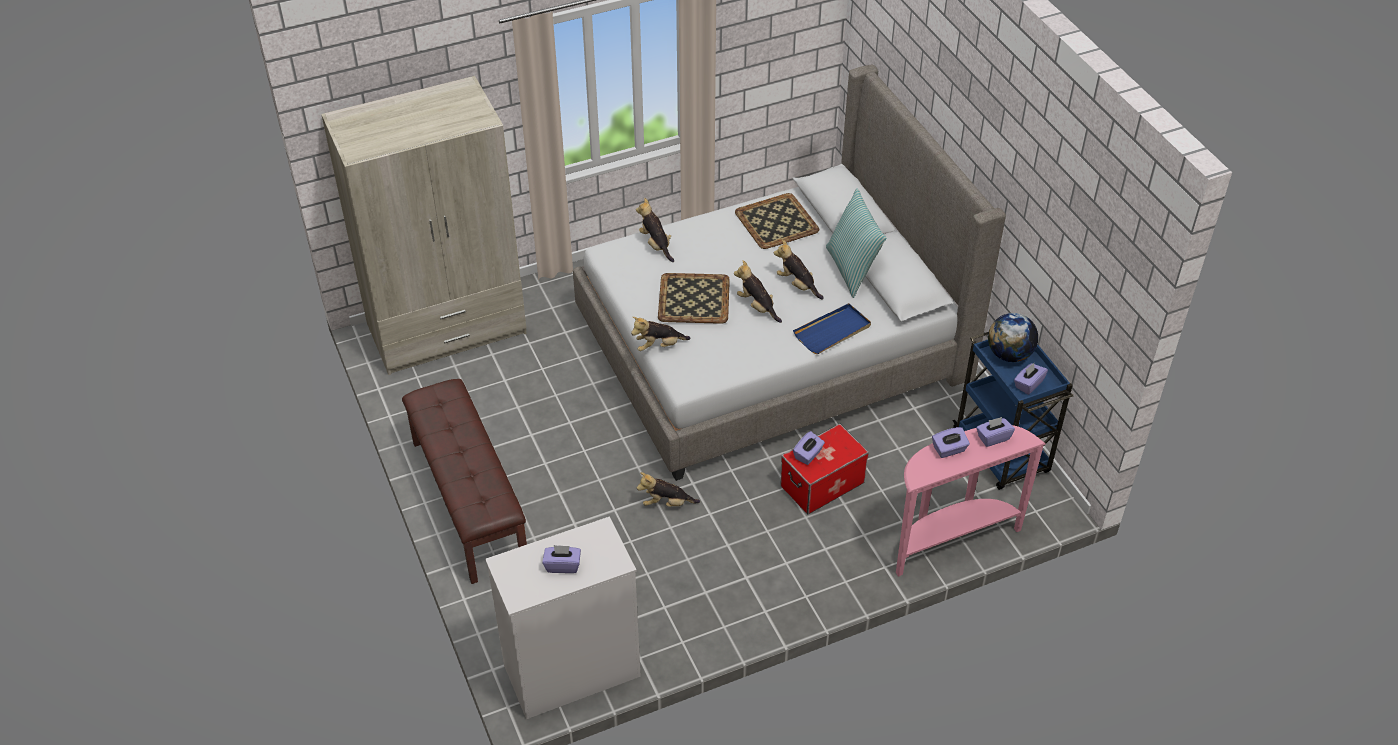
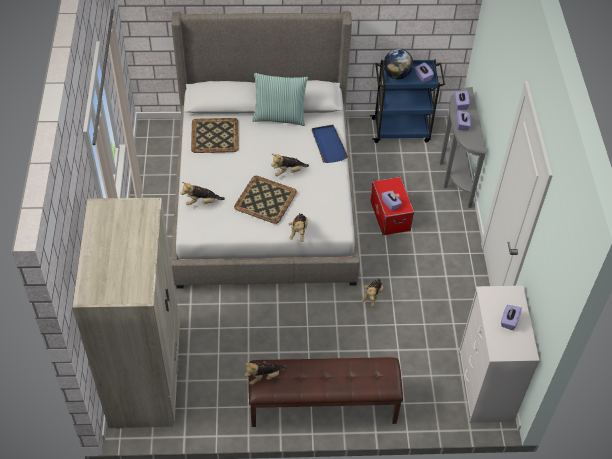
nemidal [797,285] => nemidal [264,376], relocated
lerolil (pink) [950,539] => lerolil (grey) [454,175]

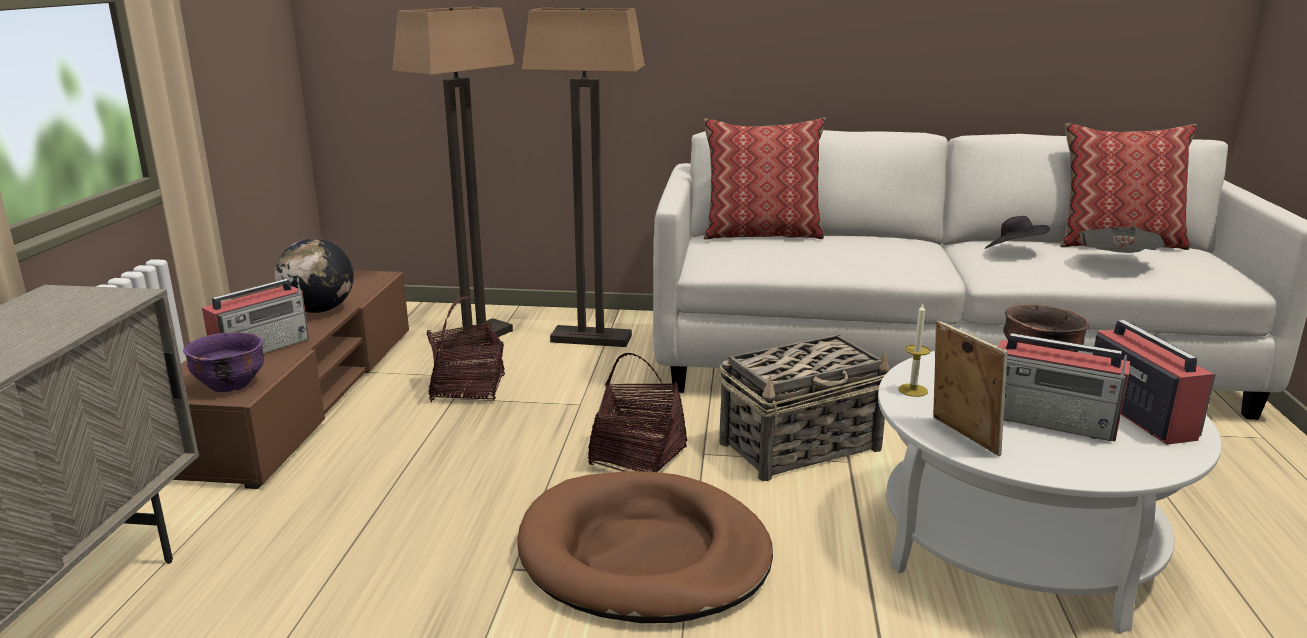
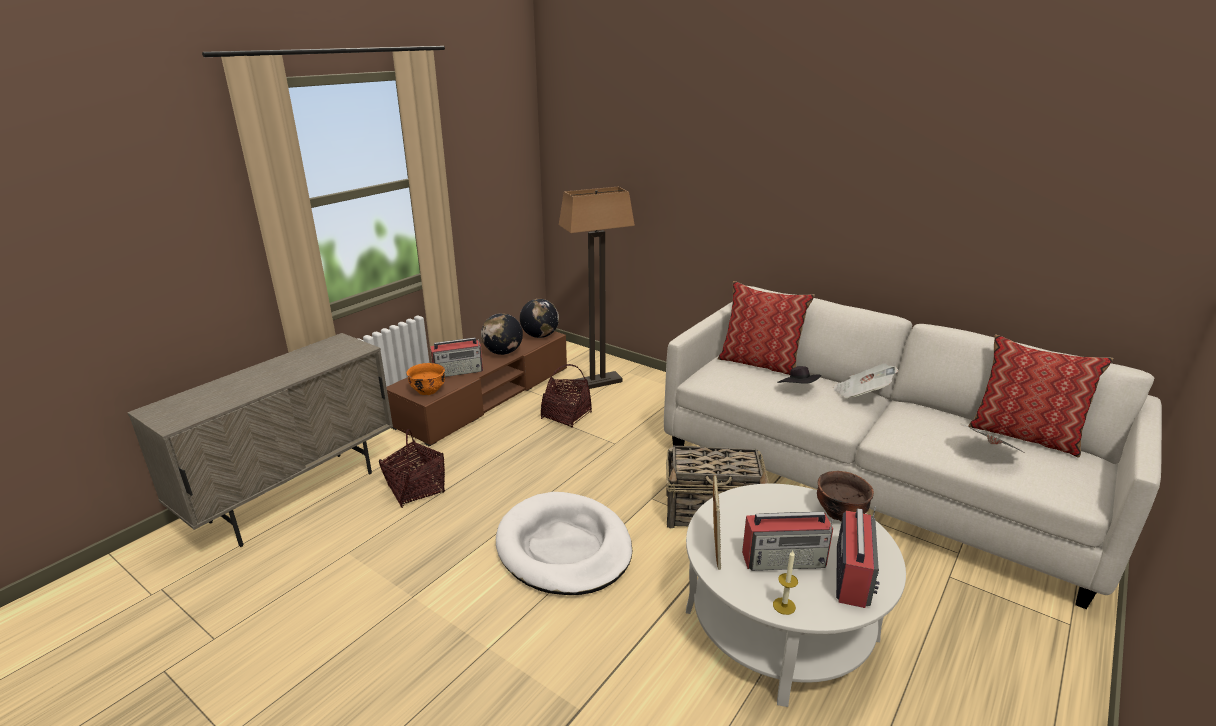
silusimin [638,456] => silusimin [416,489], relocated
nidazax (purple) [229,385] => nidazax (orange) [427,390]
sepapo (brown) [643,555] => sepapo (white) [564,548]
nothing => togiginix [540,336]
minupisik [1053,422] => minupisik [785,559], 60 degrees counterclockwise
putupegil [913,390] => putupegil [784,606], relocated
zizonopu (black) [1013,251] => zizonopu (black) [798,389], relocated
nothing => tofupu [861,394]
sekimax [592,339] => nothing

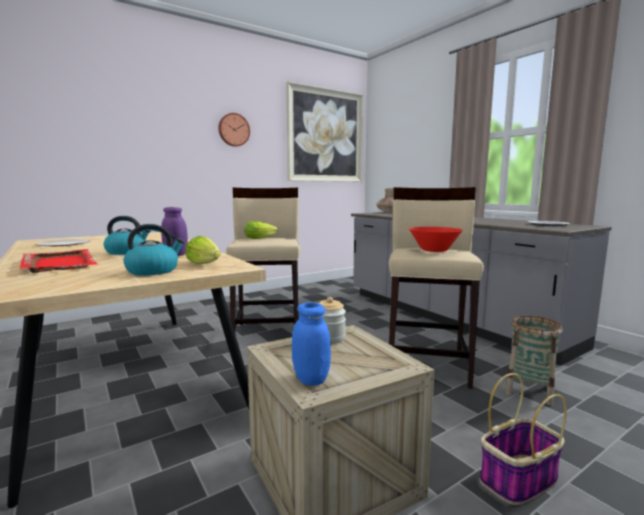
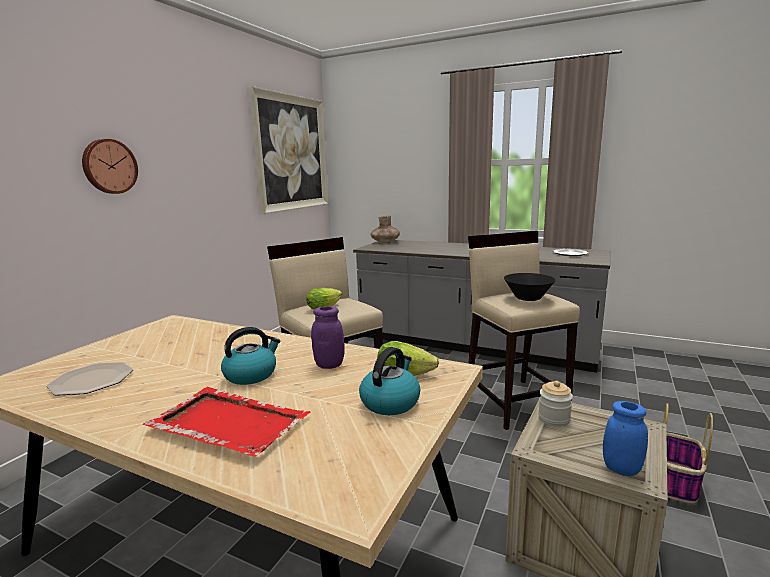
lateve [233,130] => lateve [109,166], relocated
nidazax (red) [434,250] => nidazax (black) [528,298]
silusimin [529,390] => nothing

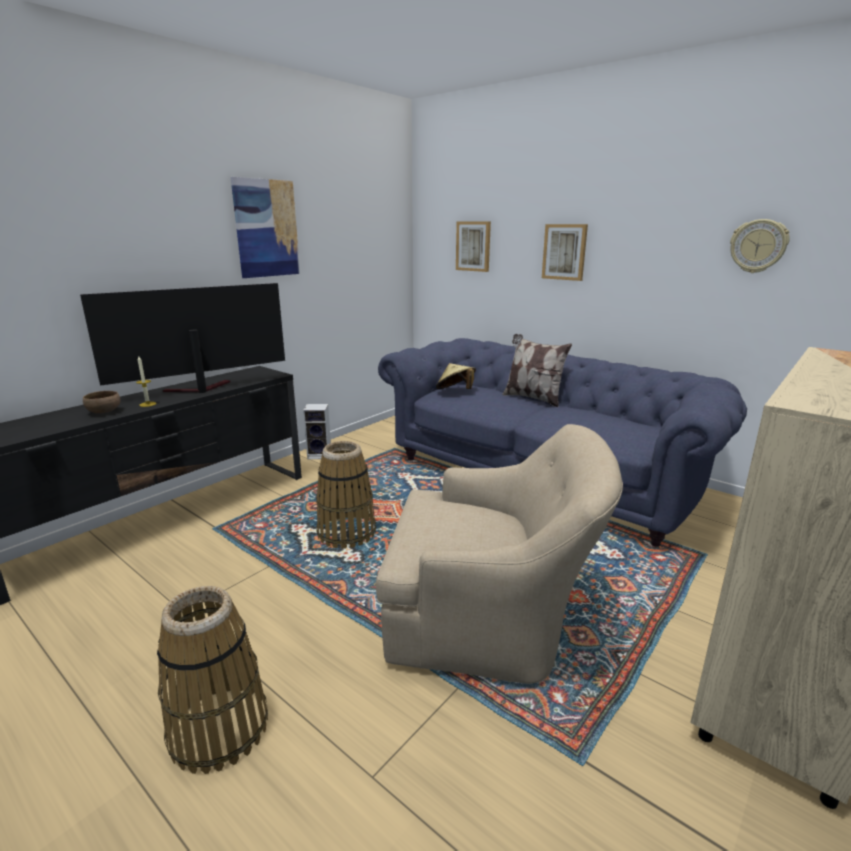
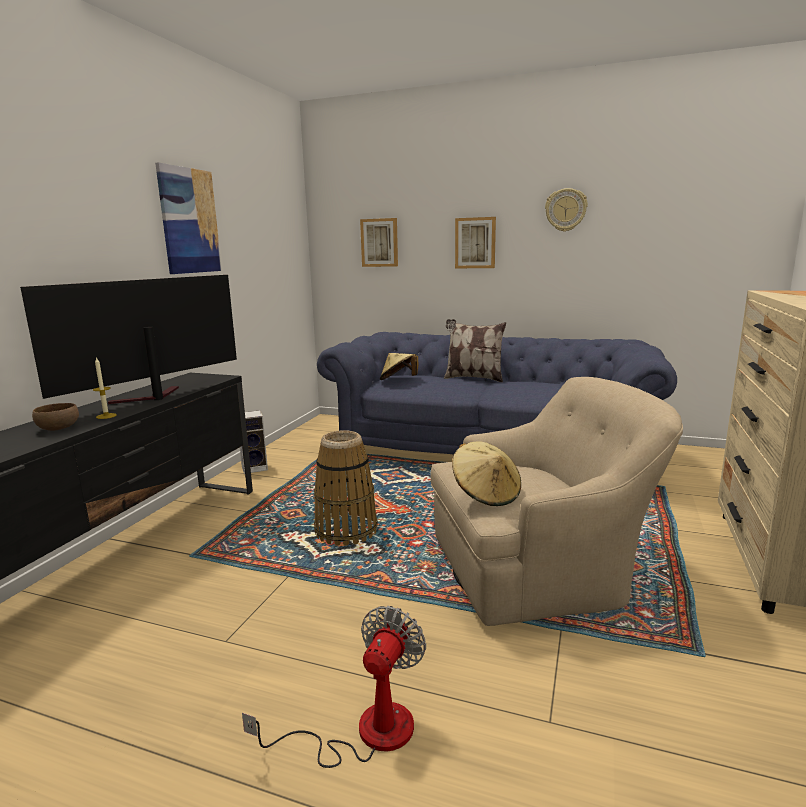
silusimin [218,728] => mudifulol [364,732]
nothing => zizonopu (beige) [486,494]
lateve [758,246] => lateve [565,210], relocated

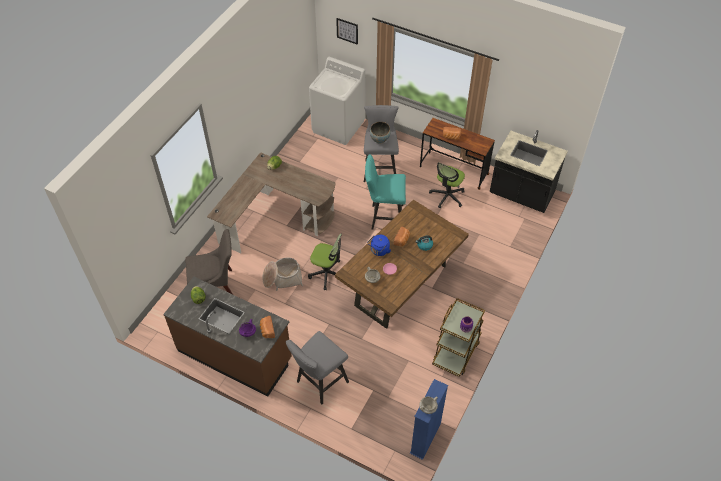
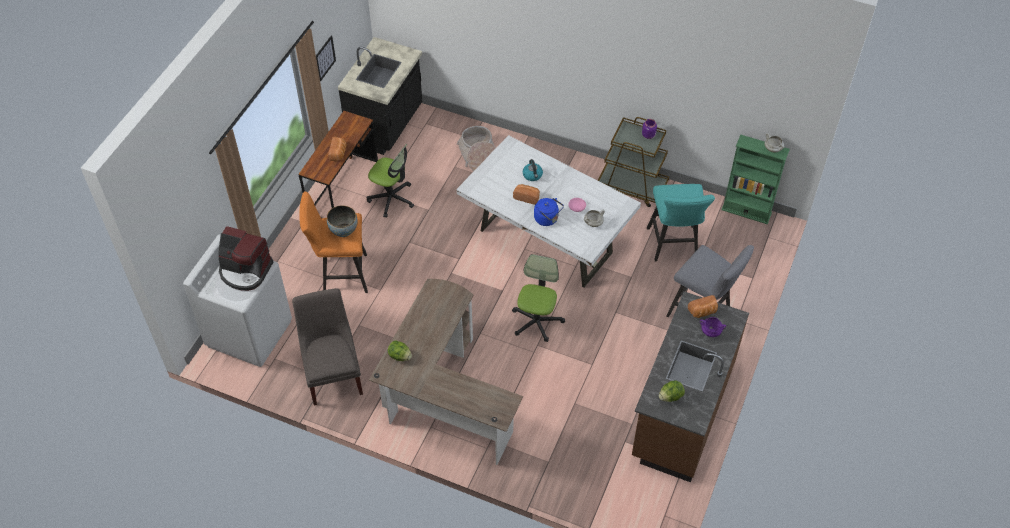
nothing => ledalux [245,271]
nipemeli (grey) [215,286] => nipemeli (grey) [333,373], relocated
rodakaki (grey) [380,168] => rodakaki (orange) [341,275]
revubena [347,31] => revubena [325,58], relocated
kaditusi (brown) [400,286] => kaditusi (white) [547,242]
silusimin [282,278] => silusimin [478,156], relocated
rodakaki (turquoise) [384,217] => rodakaki (turquoise) [673,247], relocated
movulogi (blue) [425,438] => movulogi (green) [746,211]

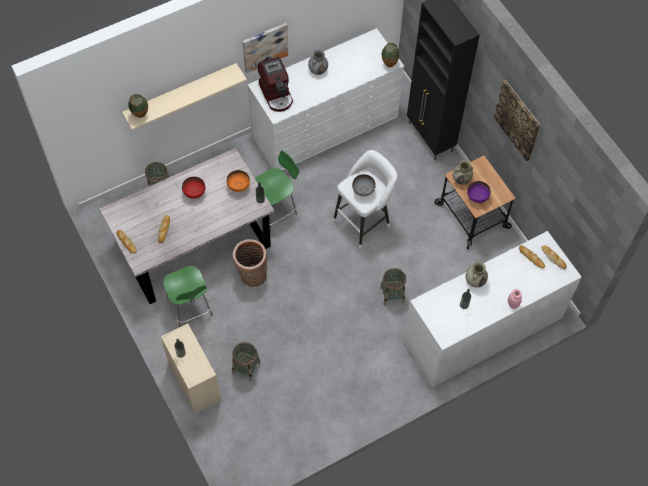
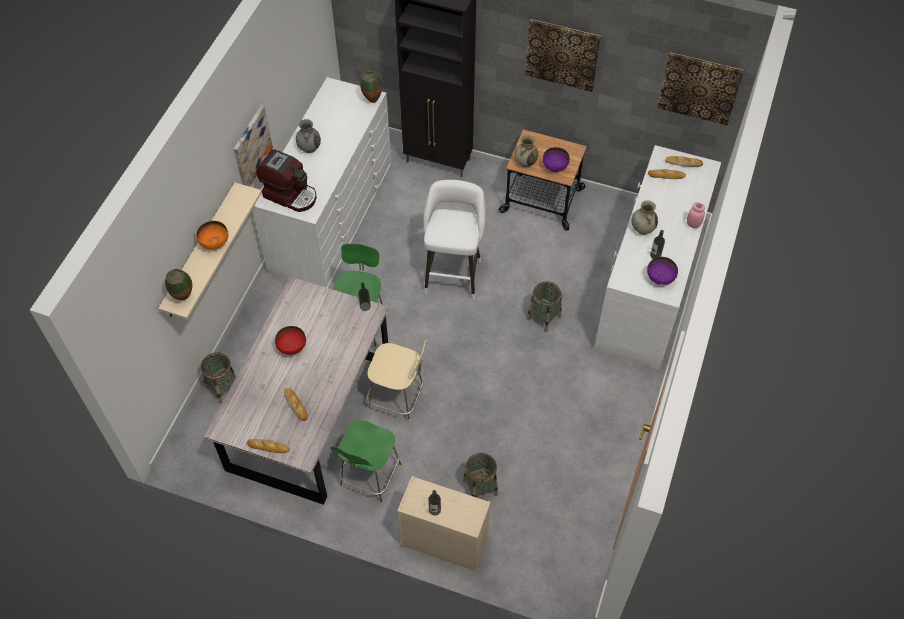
nidazax (orange) [238,187] => nidazax (orange) [215,244], relocated
nipemeli (green) [190,309] => nipemeli (green) [369,476], 90 degrees clockwise
silusimin [251,275] => nipemeli (beige) [398,399]
nothing => nidazax (purple) [659,279]
nothing => revubena [699,88]
nidazax (grey) [363,191] => nothing

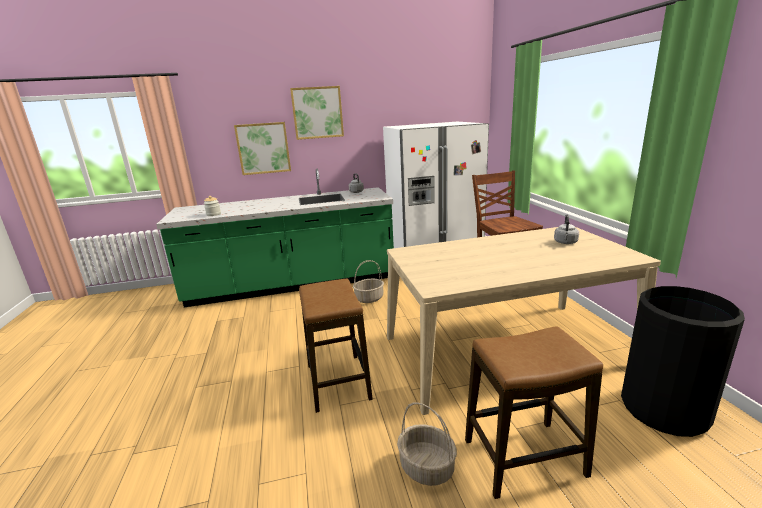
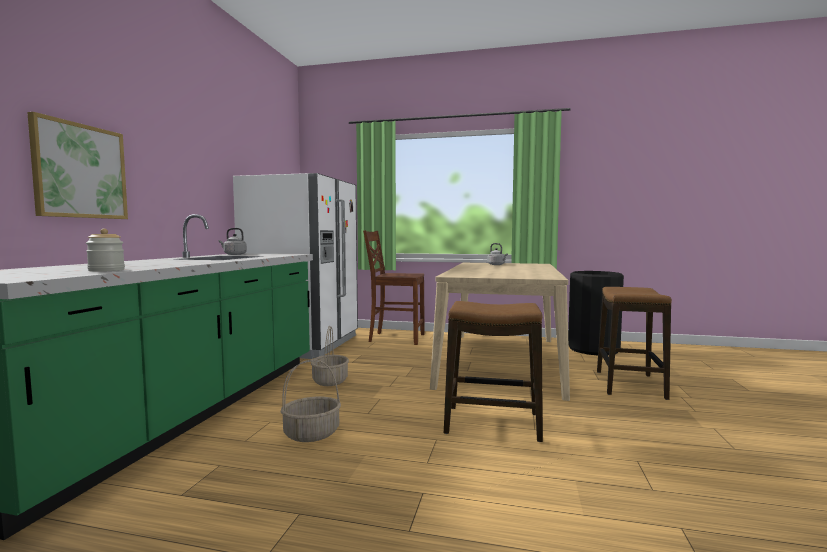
silusimin [426,467] => silusimin [311,434], relocated
revubena [317,113] => nothing

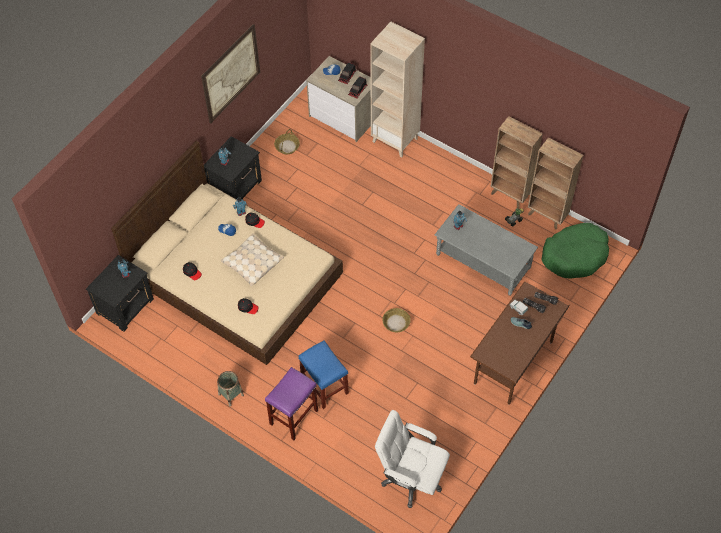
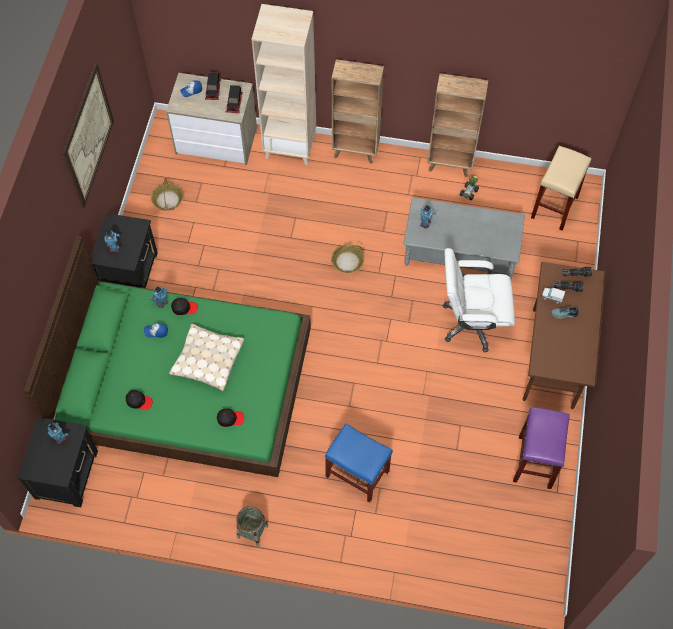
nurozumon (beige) [235,276] => nurozumon (green) [184,383]
silusimin [396,323] => silusimin [347,262], relocated
movulogi (brown) [547,216] => movulogi (brown) [356,151], relocated
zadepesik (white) [411,478] => zadepesik (white) [472,323], relocated
rodakaki (purple) [294,416] => rodakaki (purple) [534,461], relocated
sepapo (green) [575,255] => rodakaki (beige) [554,208]

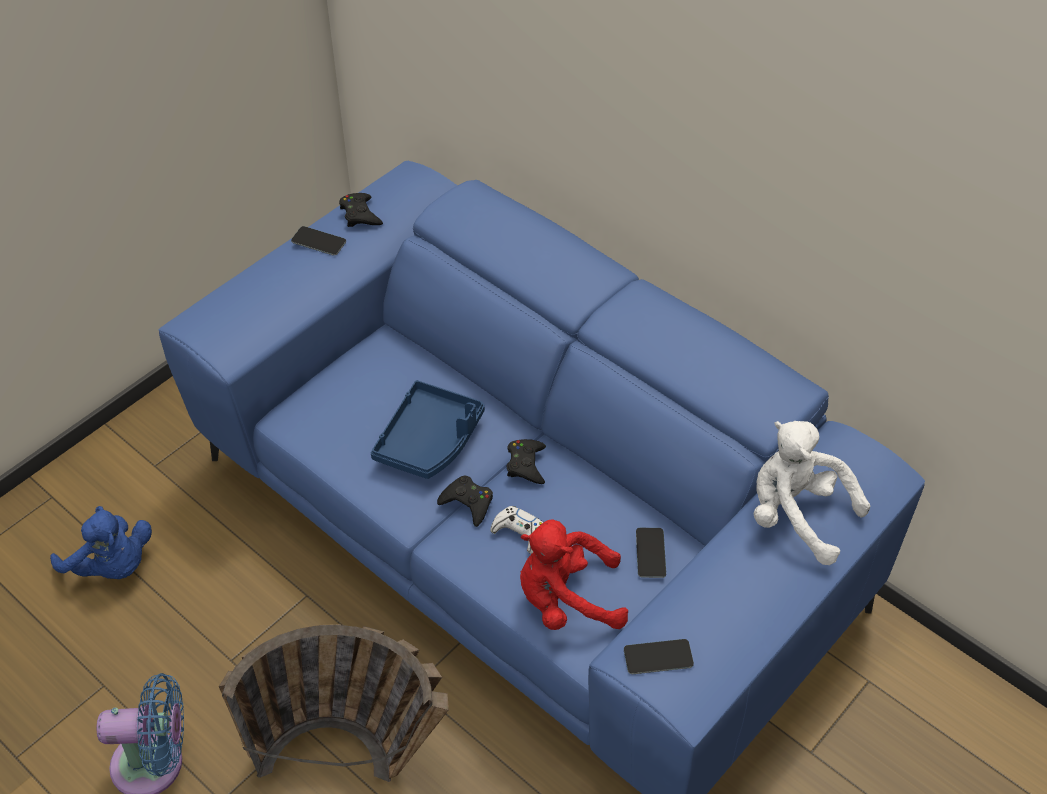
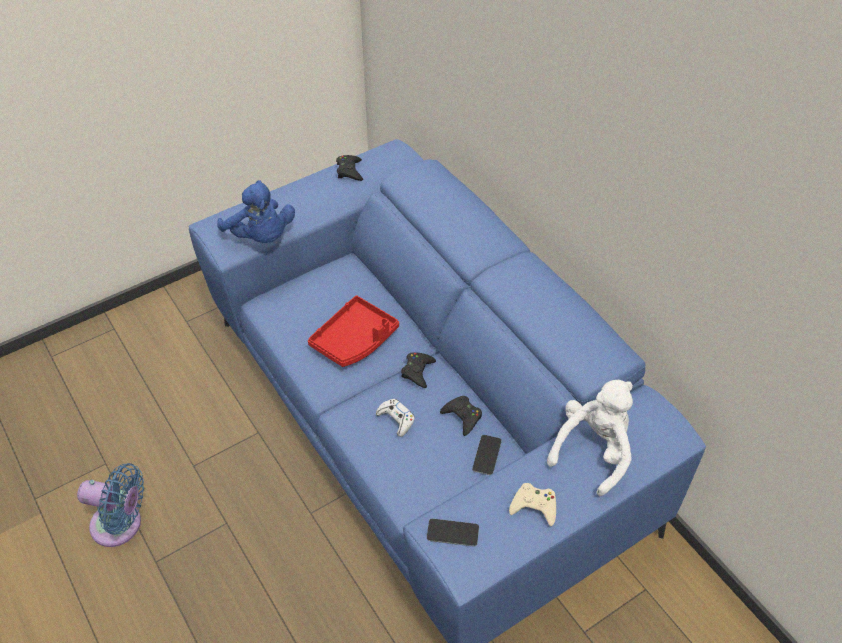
nemidal (blue) [112,565] => nemidal (blue) [261,237], relocated
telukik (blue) [430,440] => telukik (red) [355,340]
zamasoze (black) [468,503] => zamasoze (black) [462,416], relocated
nothing => zamasoze (beige) [534,506]
nemidal (white) [796,515] => nemidal (white) [593,450], 75 degrees clockwise
silusimin [356,759] => nothing
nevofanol [318,241] => nothing
nemidal (red) [566,599] => nothing

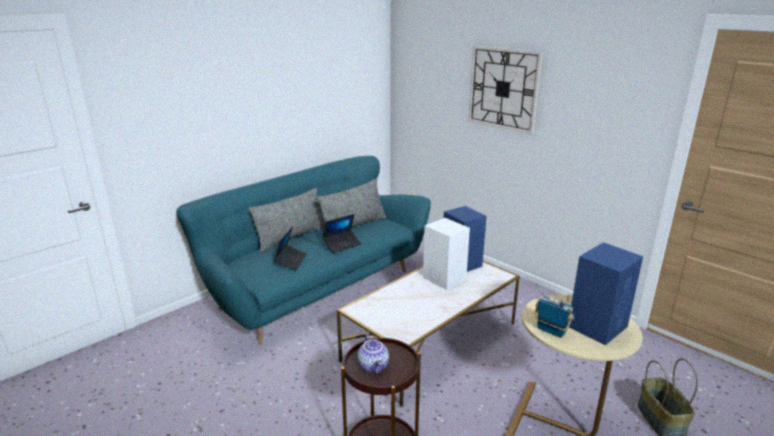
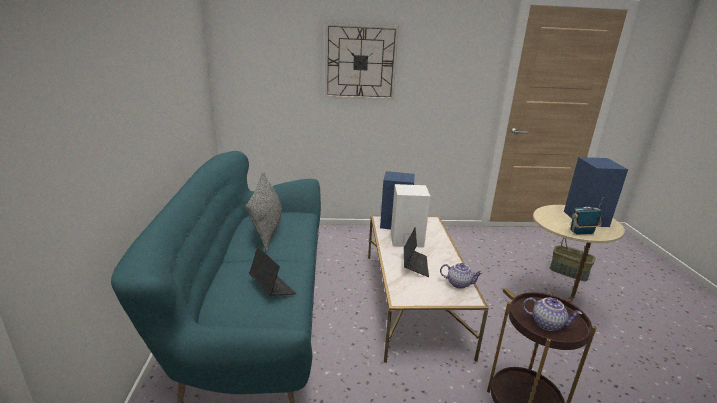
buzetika [342,244] => buzetika [415,265], relocated
nothing => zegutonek [459,283]
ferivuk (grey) [292,238] => nothing

